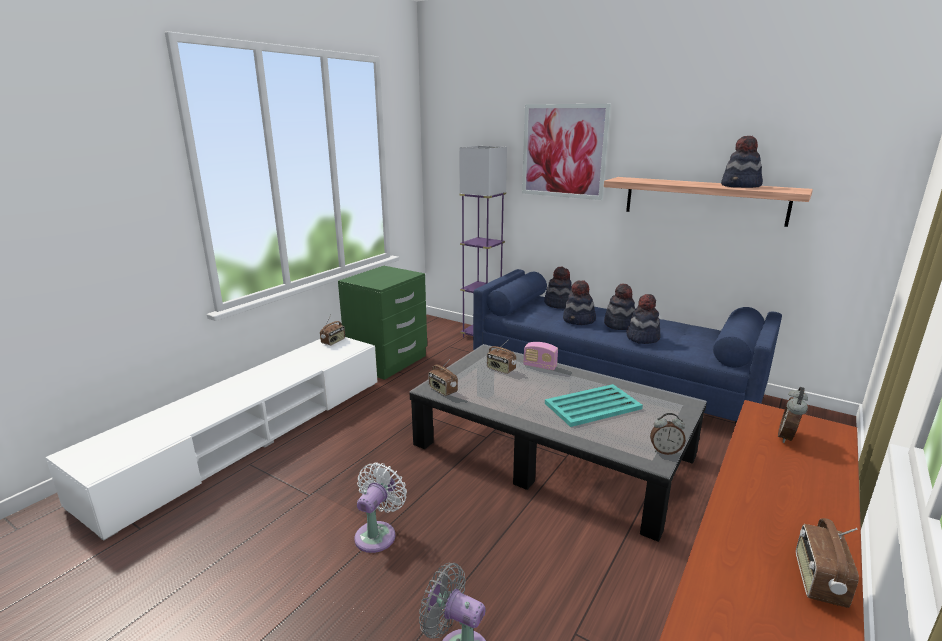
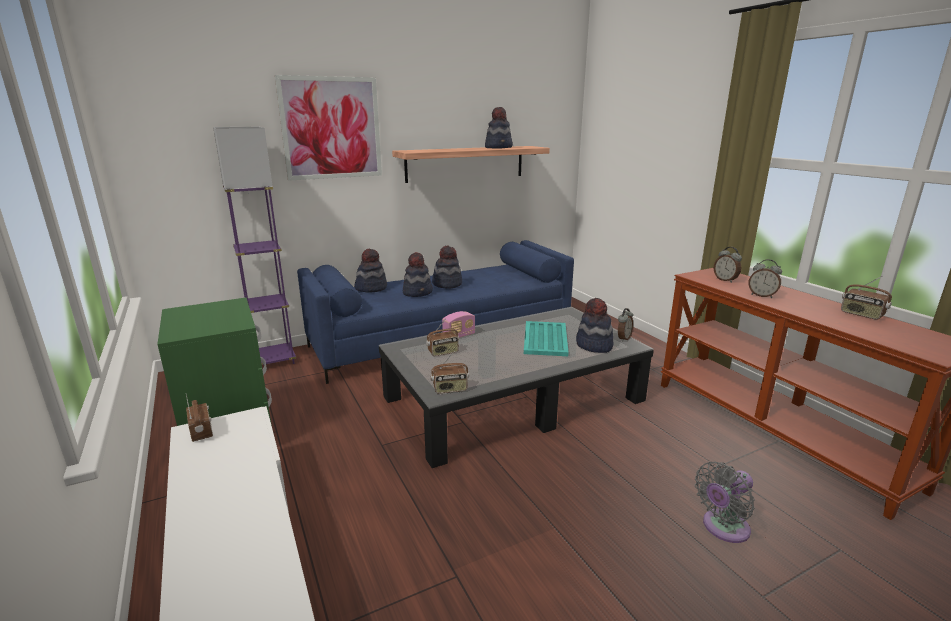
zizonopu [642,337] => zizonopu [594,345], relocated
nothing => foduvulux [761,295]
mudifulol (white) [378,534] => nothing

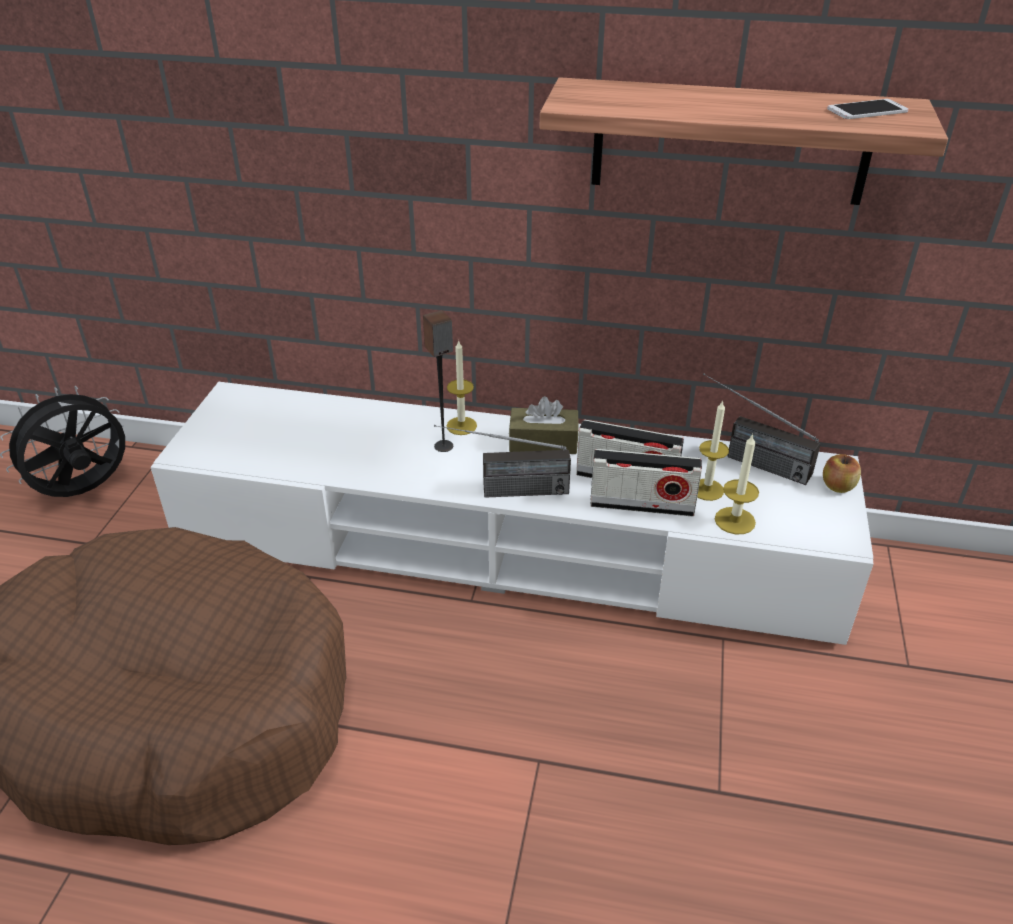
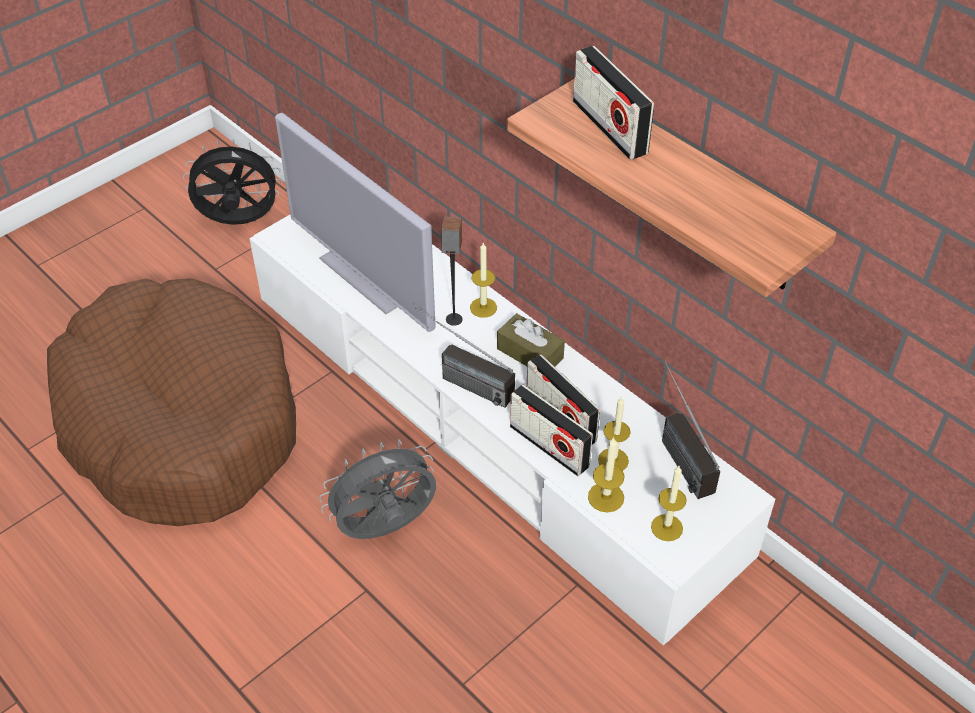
nothing => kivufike [367,276]
nothing => mudifulol (grey) [386,529]
nothing => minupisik [609,127]
nothing => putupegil [666,527]
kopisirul [837,486] => nothing
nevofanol [867,110] => nothing

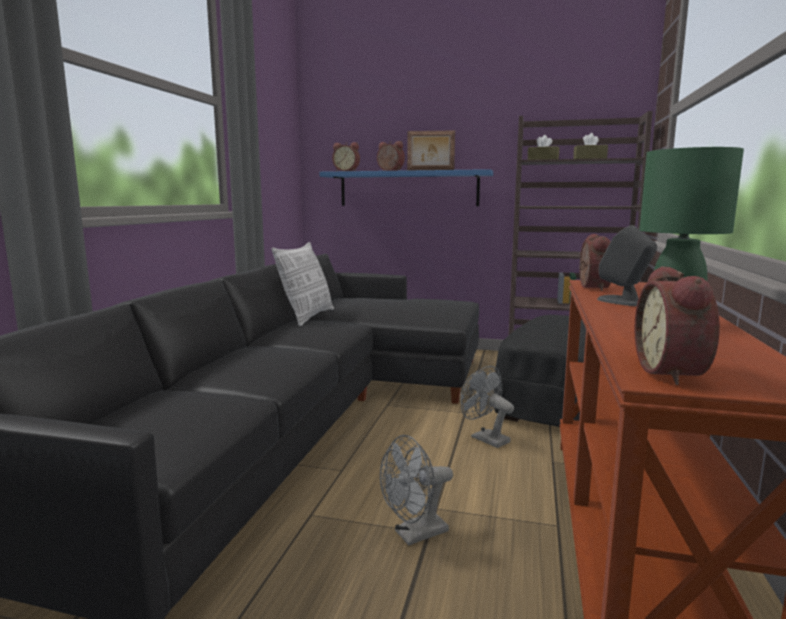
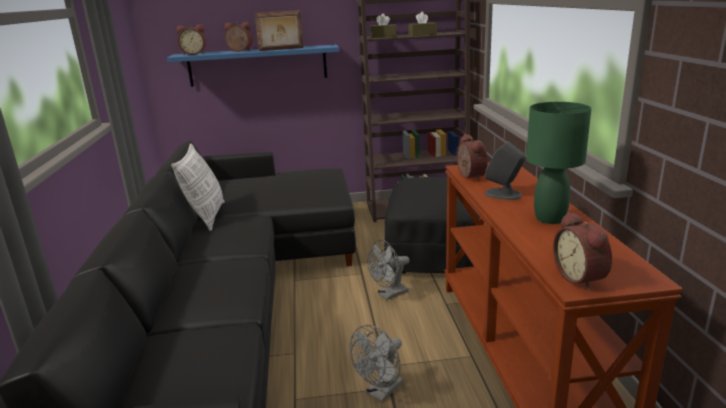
mudifulol (grey) [485,438] => mudifulol (grey) [389,295], 60 degrees counterclockwise

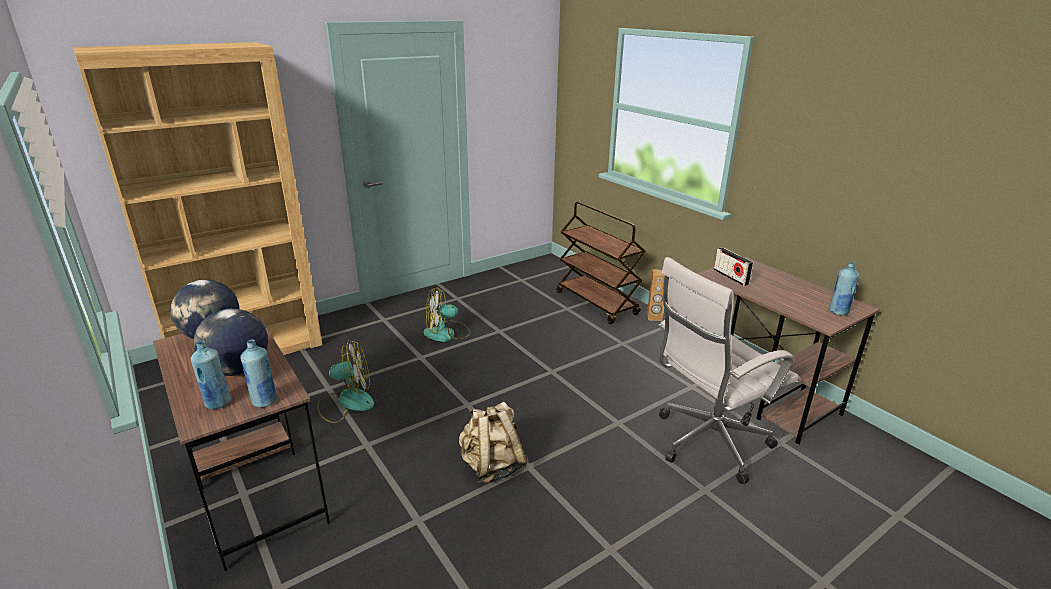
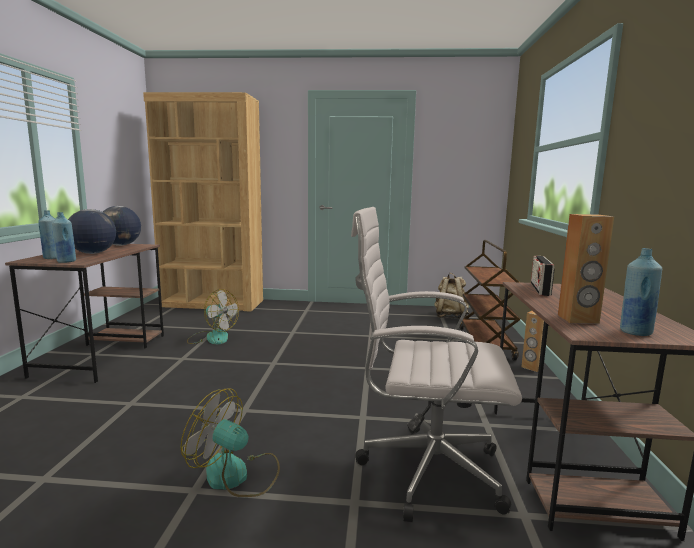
mudifulol [447,334] => mudifulol [236,476], relocated
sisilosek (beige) [492,466] => sisilosek (beige) [450,317], relocated
nothing => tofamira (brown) [578,319]

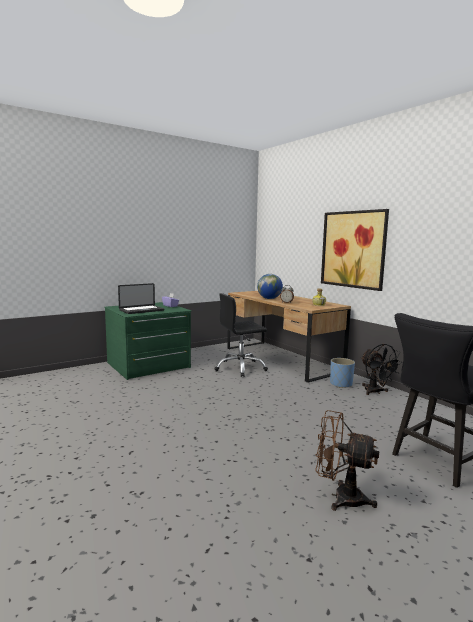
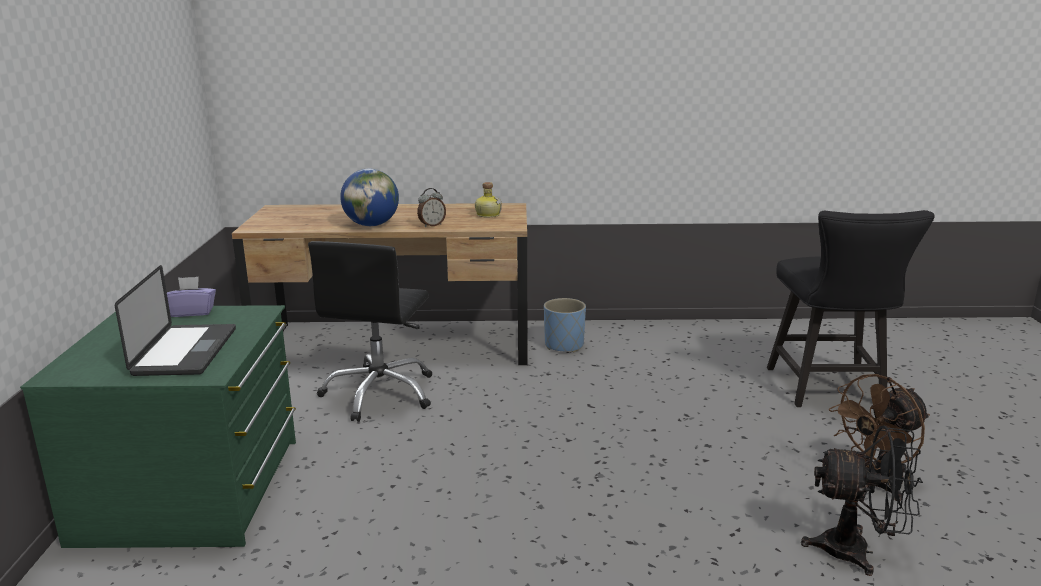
mudifulol (black) [376,392] => mudifulol (black) [857,551], relocated
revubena [353,249] => nothing

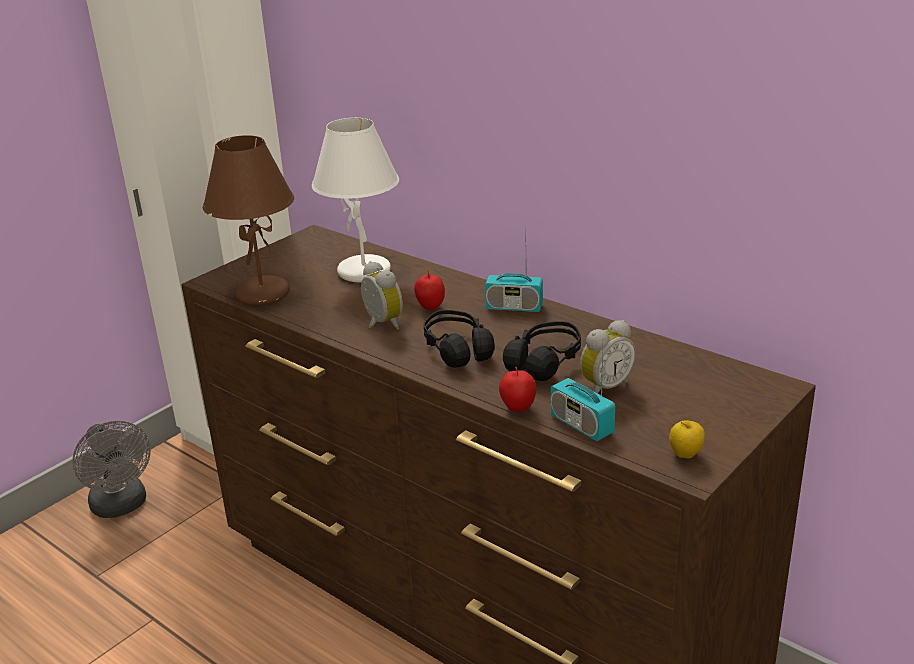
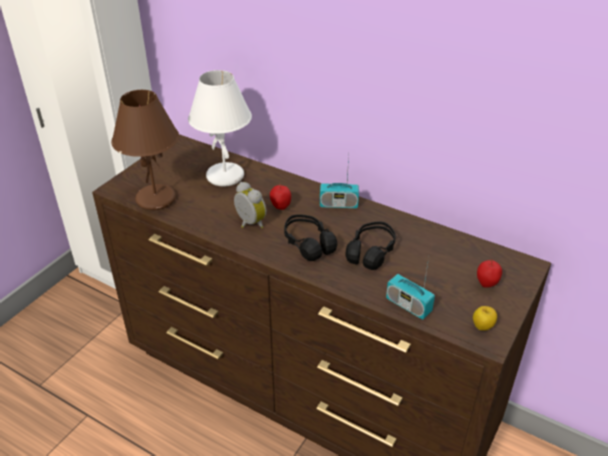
kopisirul [518,409] => kopisirul [486,284], relocated
mudifulol (grey) [122,506] => nothing
foduvulux [604,387] => nothing

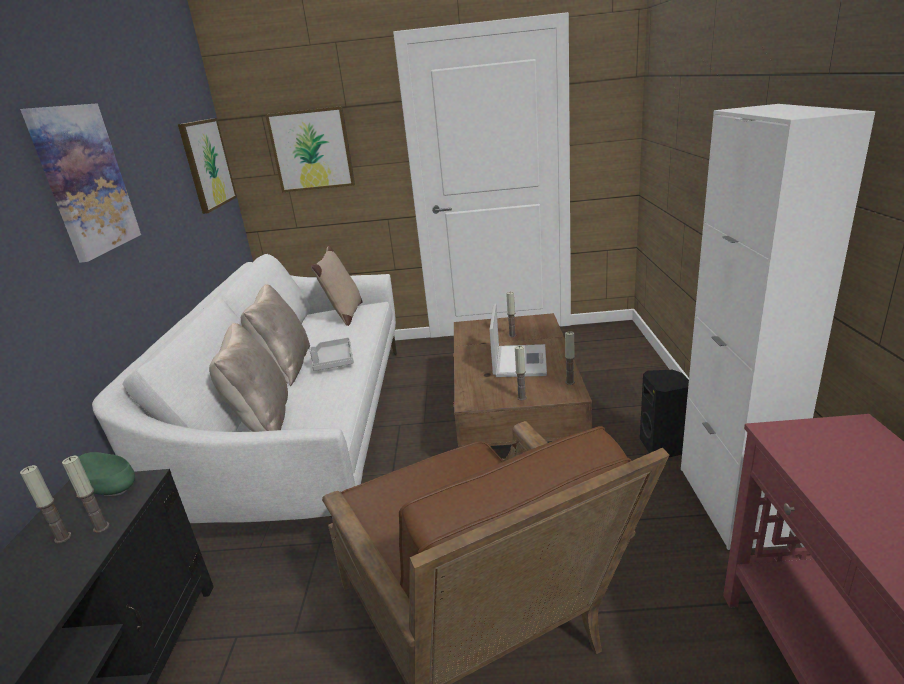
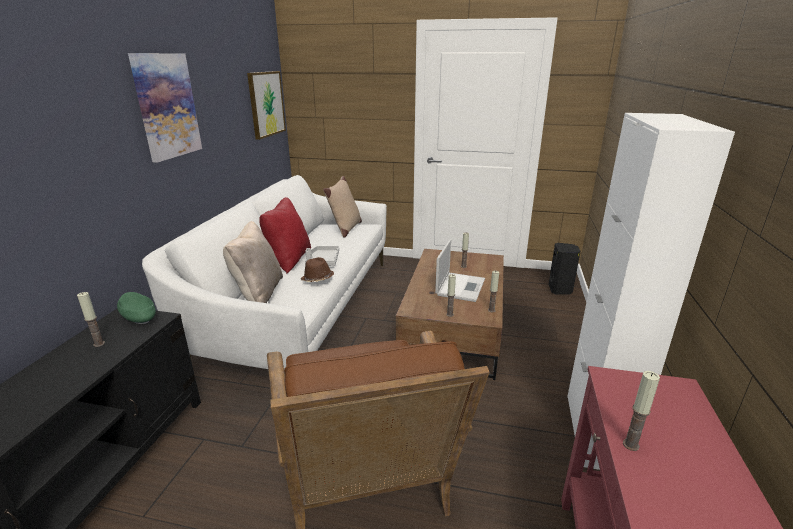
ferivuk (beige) [285,367] => ferivuk (red) [288,260]
nothing => zizonopu (brown) [317,279]
tofamira (black) [663,447] => tofamira (black) [560,290], relocated
putupegil [101,527] => putupegil [630,445], relocated
revubena [311,150] => nothing

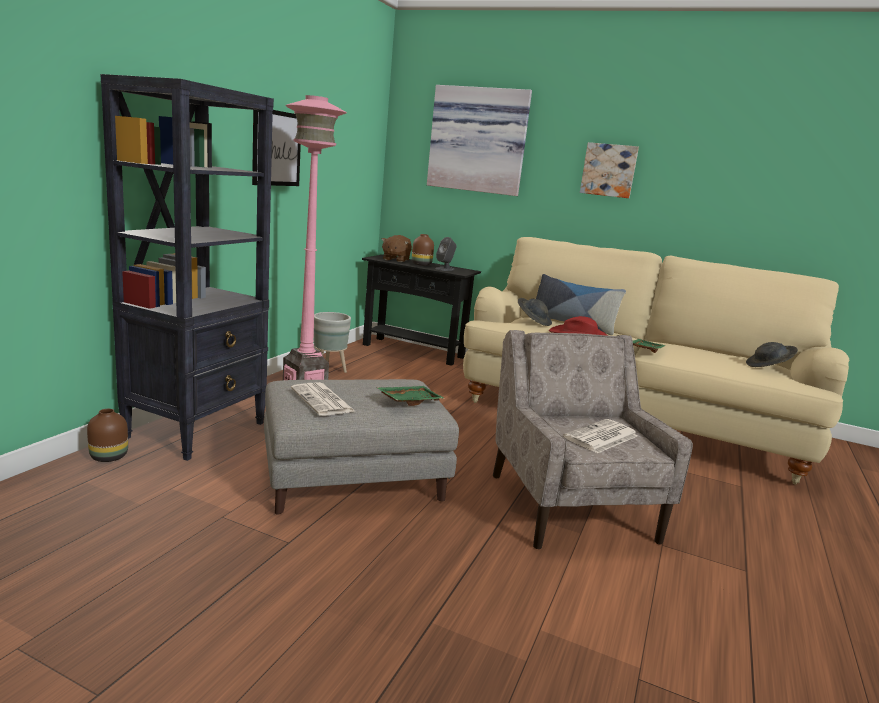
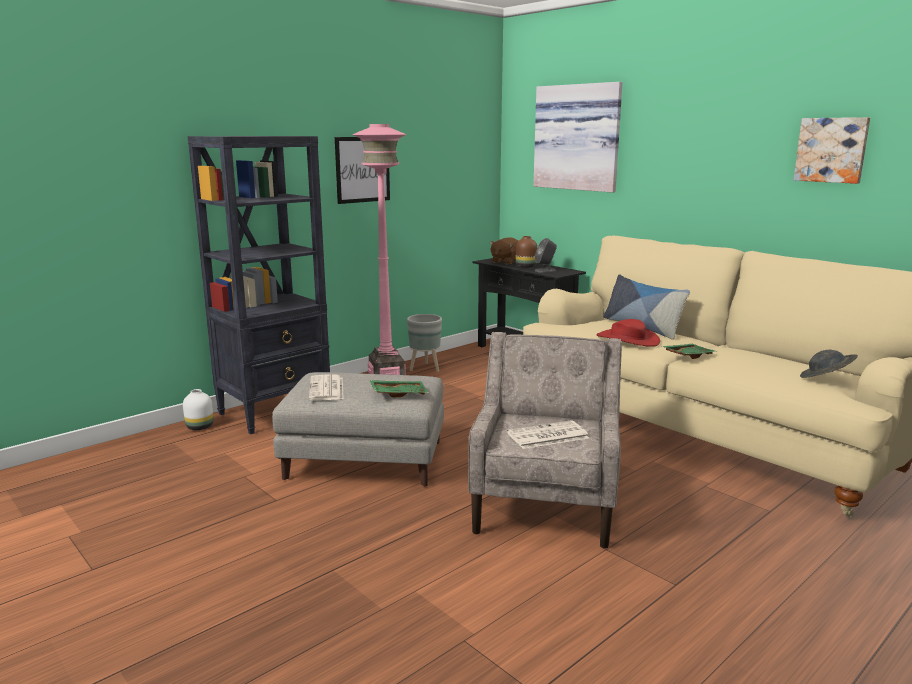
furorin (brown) [108,456] => furorin (white) [199,426]
revubena [609,170] => revubena [831,150], relocated
zizonopu (grey) [533,321] => nothing

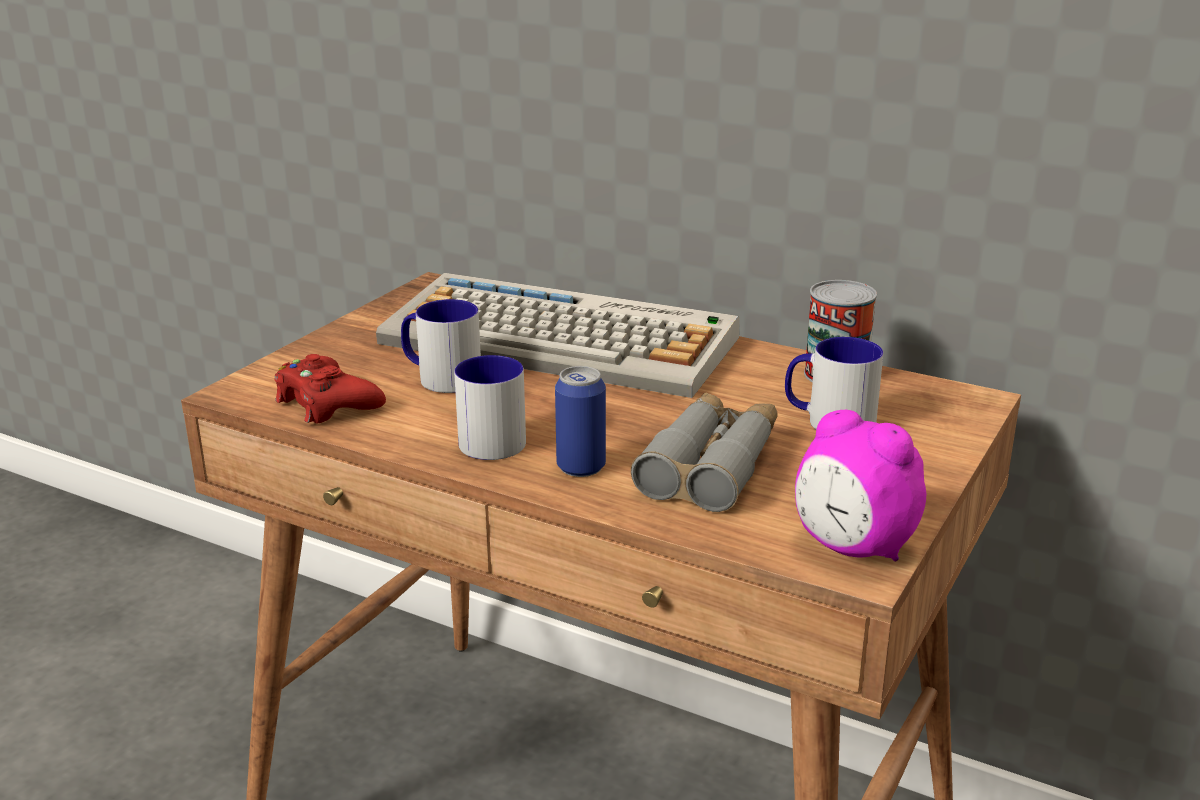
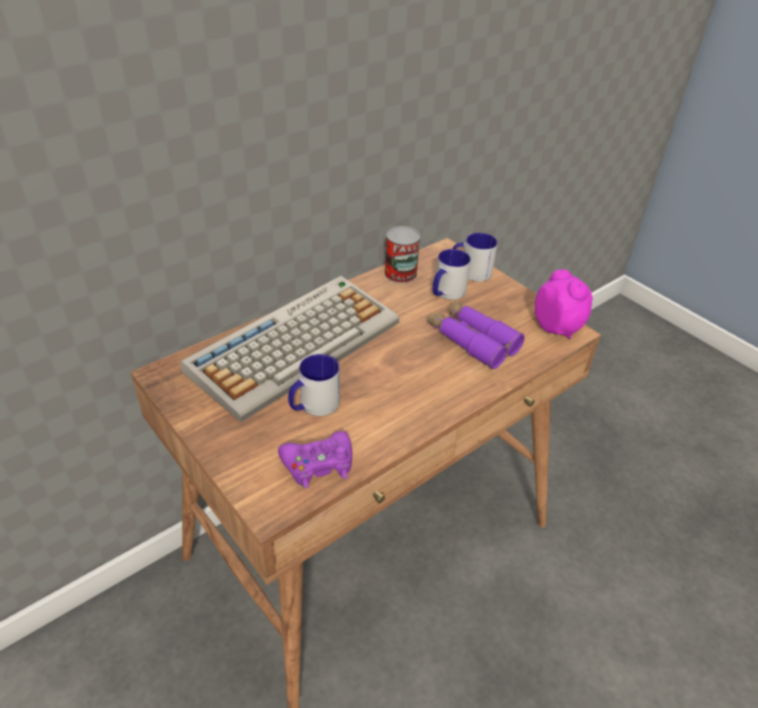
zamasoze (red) [326,403] => zamasoze (purple) [318,464]
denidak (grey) [711,466] => denidak (purple) [472,340]
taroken [489,437] => taroken [470,272], relocated
foduvulux [852,548] => foduvulux [557,327], 90 degrees counterclockwise
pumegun [581,467] => nothing

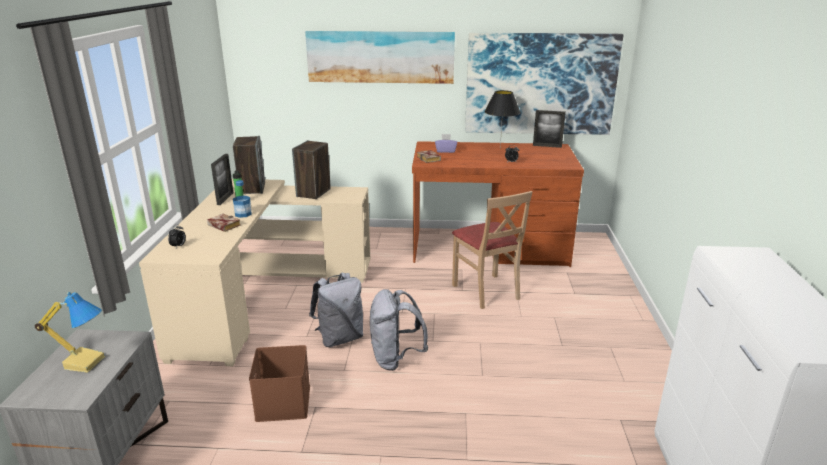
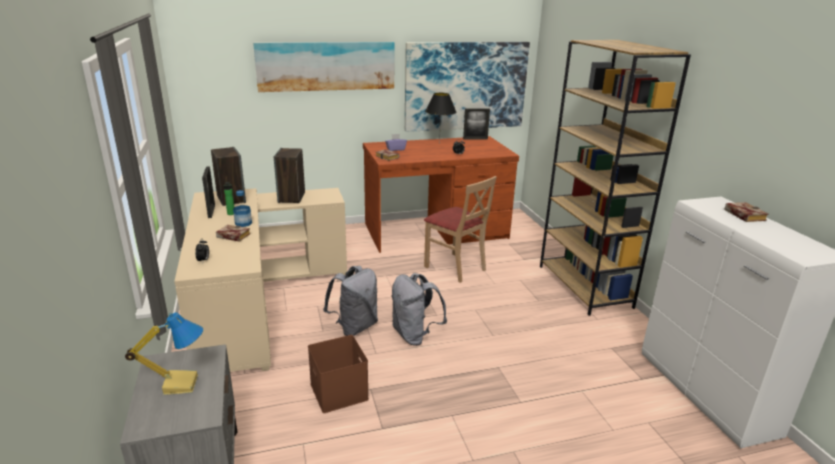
nothing => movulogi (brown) [585,286]
nothing => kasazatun [742,215]

